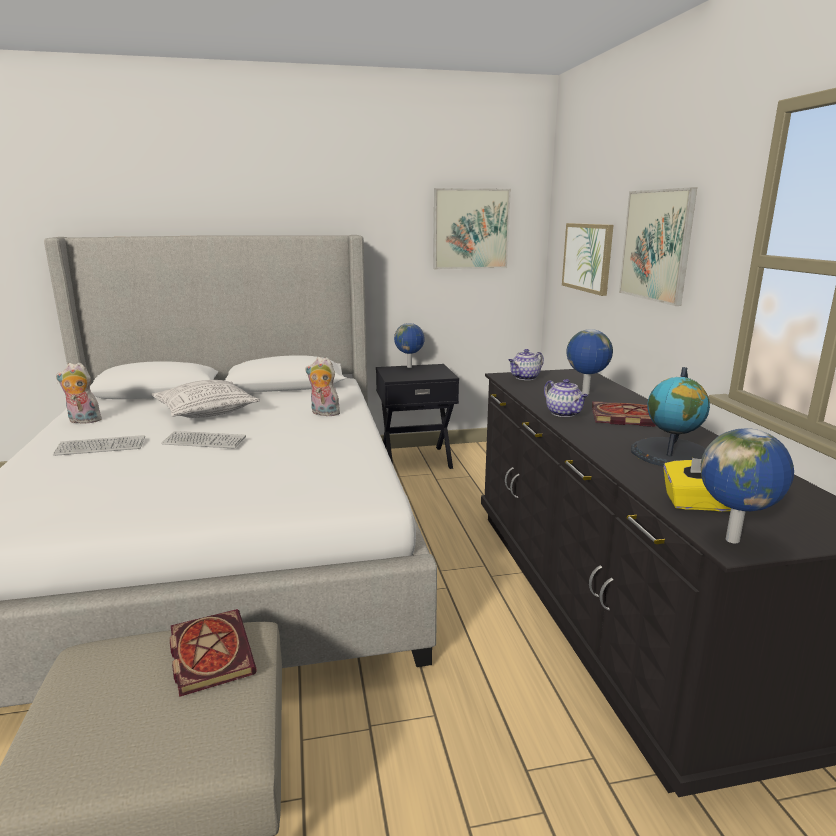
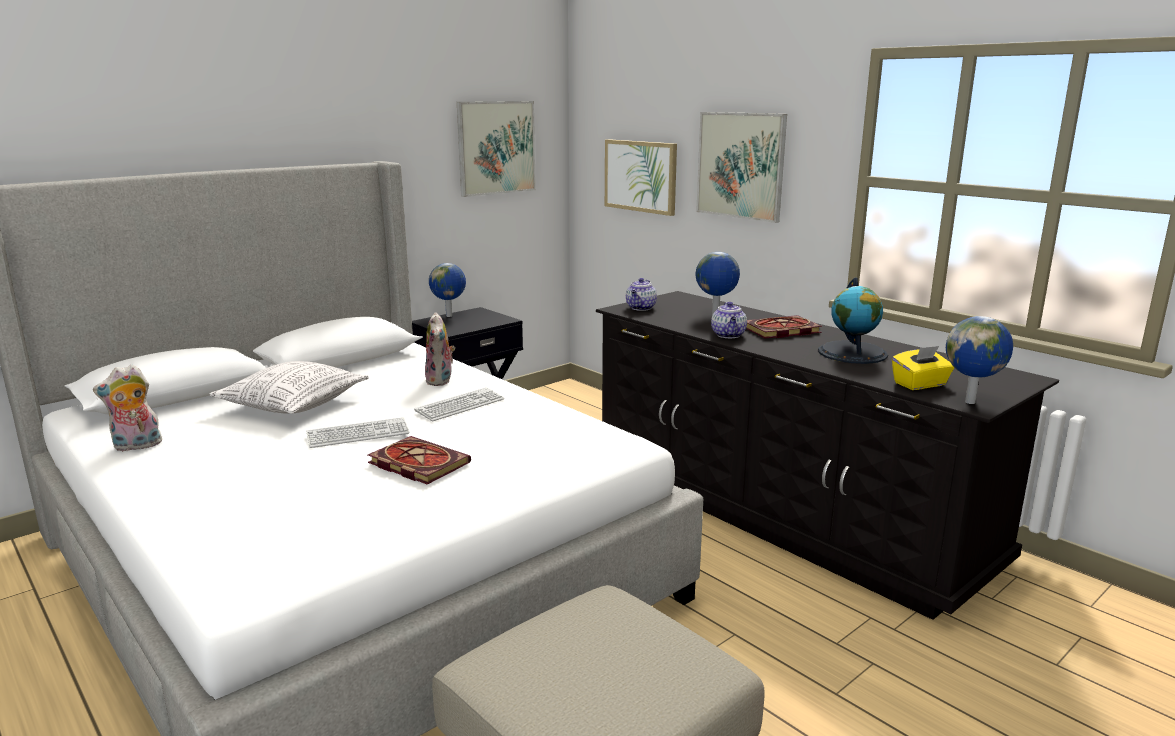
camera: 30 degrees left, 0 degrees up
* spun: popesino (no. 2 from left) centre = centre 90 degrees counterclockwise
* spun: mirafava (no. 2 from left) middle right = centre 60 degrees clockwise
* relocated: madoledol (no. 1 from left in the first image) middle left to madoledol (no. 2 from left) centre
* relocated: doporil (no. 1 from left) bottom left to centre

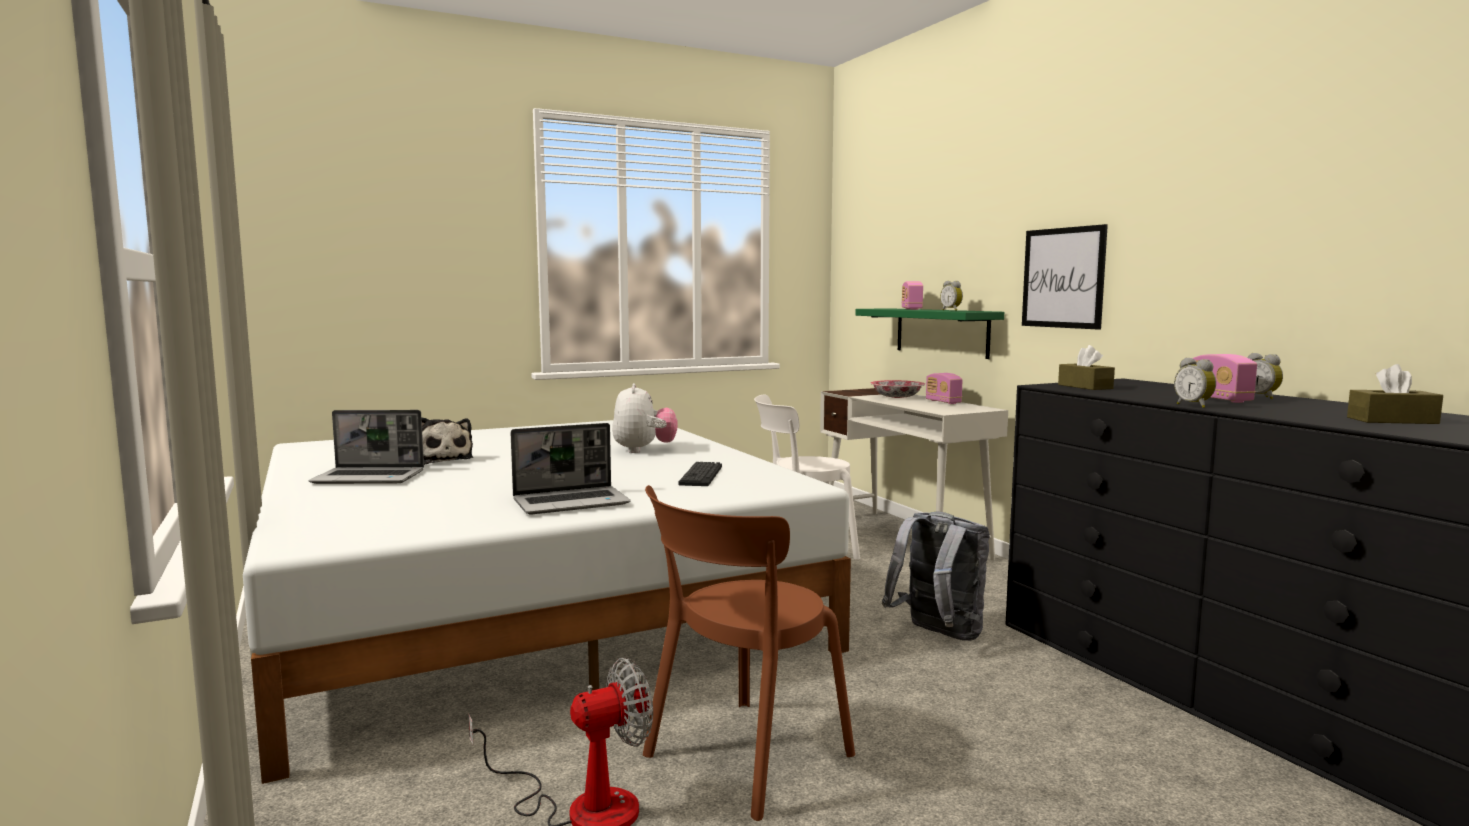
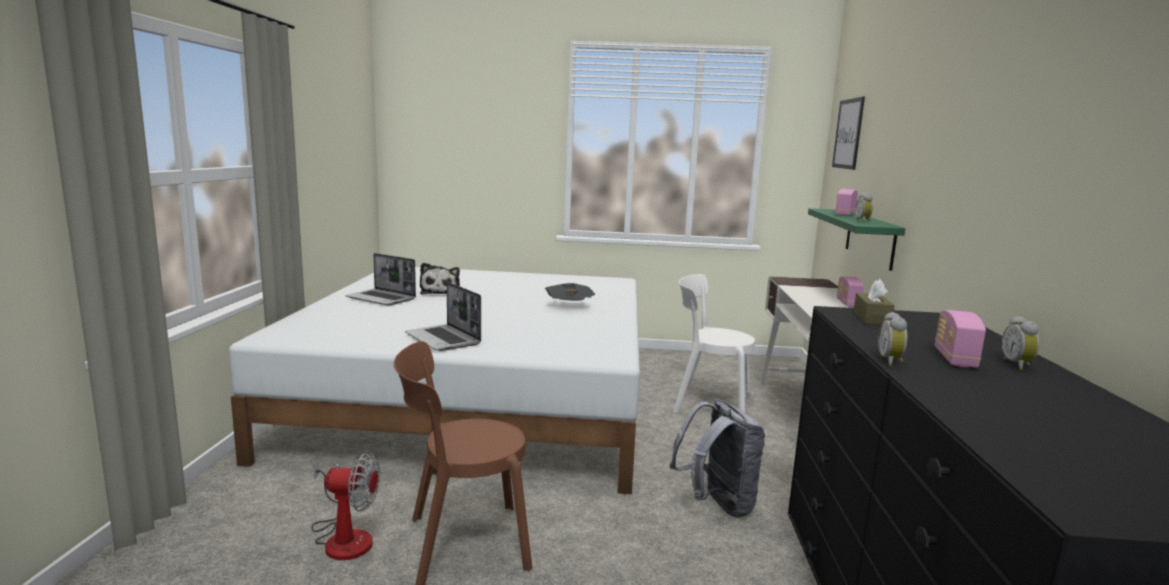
camera: 30 degrees right, 5 degrees up
* relocated: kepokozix middle right to top right
* missing: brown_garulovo (no. 2 from left) middle right
* missing: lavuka centre
* exchanged: popesino (no. 2 from left) centre to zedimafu centre
* spun: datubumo (no. 2 from left) centre = centre 45 degrees clockwise
* missing: madoledol centre

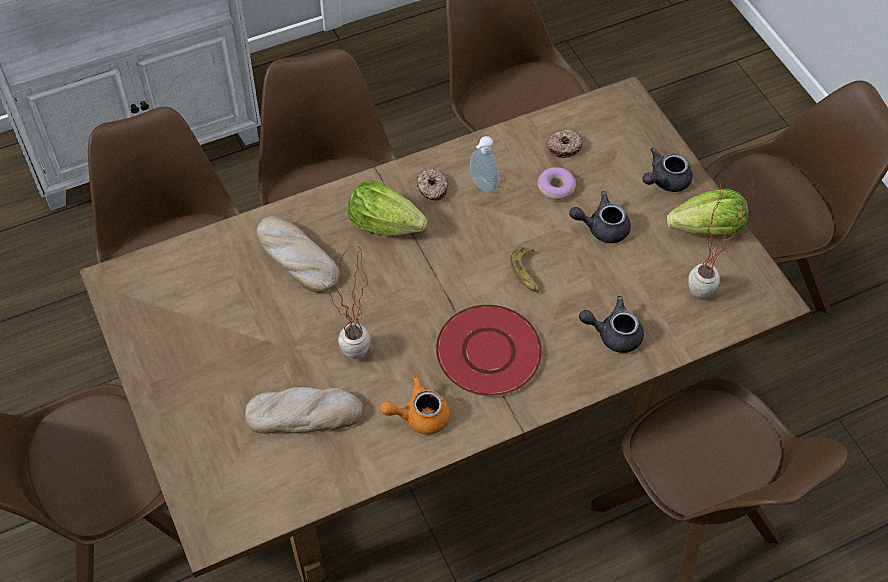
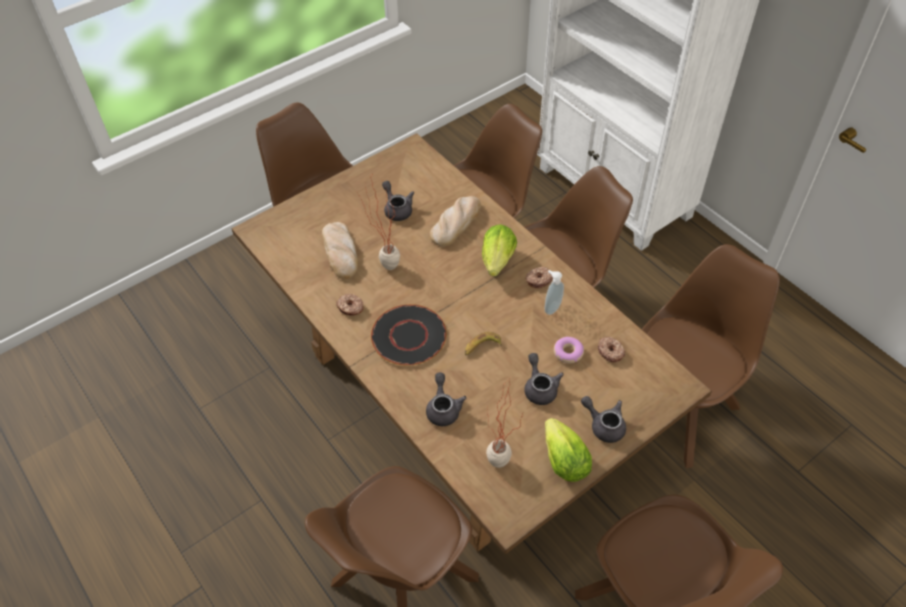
camera: 80 degrees right, 5 degrees down
* colour: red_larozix centre to black_larozix centre
* exchanged: orange_mirafava bottom centre to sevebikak (no. 1 from left) centre
* appeared: grey_mirafava (no. 1 from left) top centre

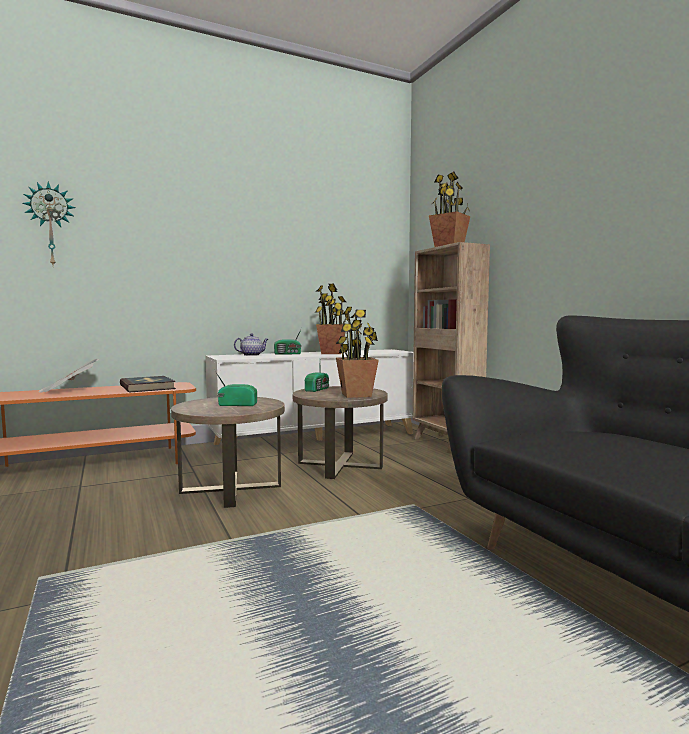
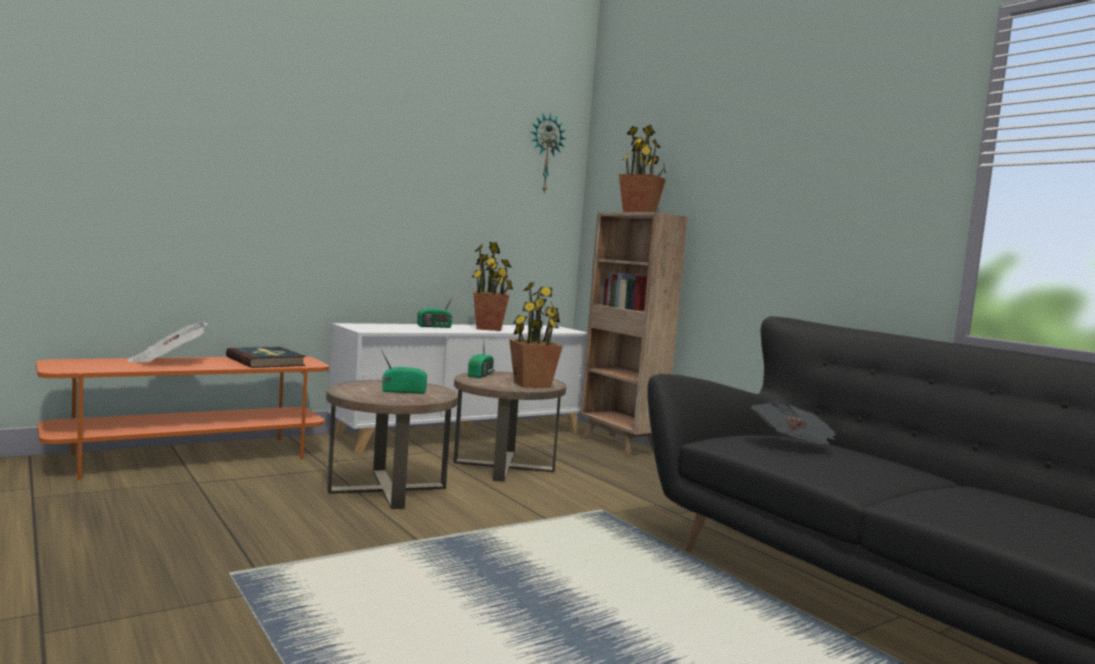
camera: 10 degrees left, 0 degrees up
* relocated: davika top left to top centre
* missing: mirafava centre
* appeared: zedimafu (no. 2 from left) middle right

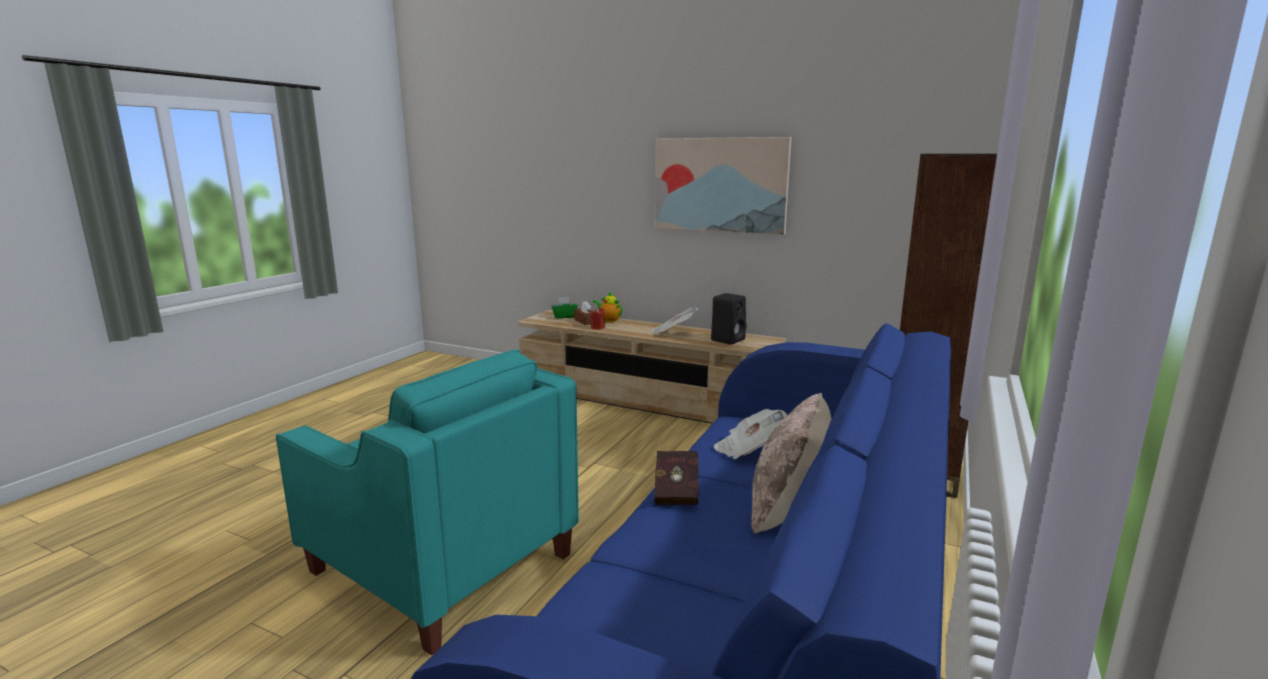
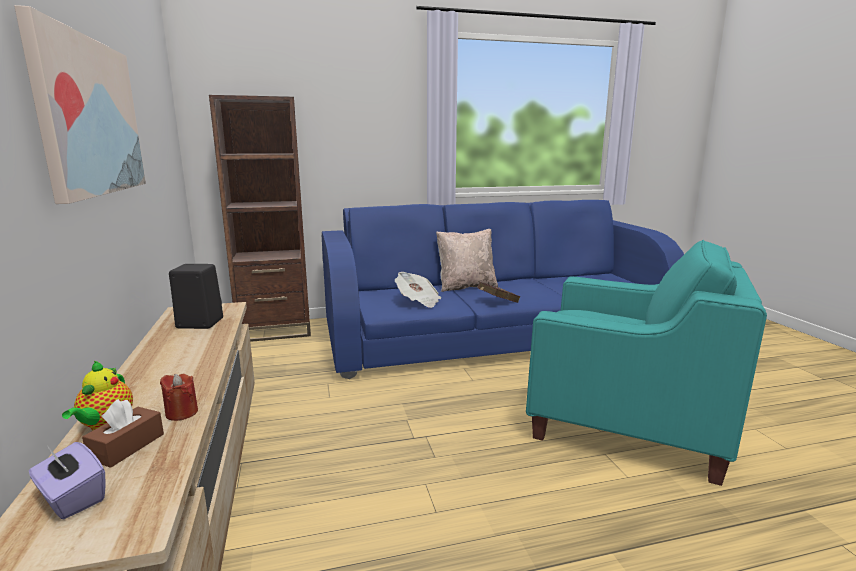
camera: 130 degrees left, 0 degrees up
* colour: green_garulovo centre to purple_garulovo bottom left
* missing: zedimafu (no. 1 from left) centre
* spun: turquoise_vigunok bottom centre = middle right 120 degrees clockwise

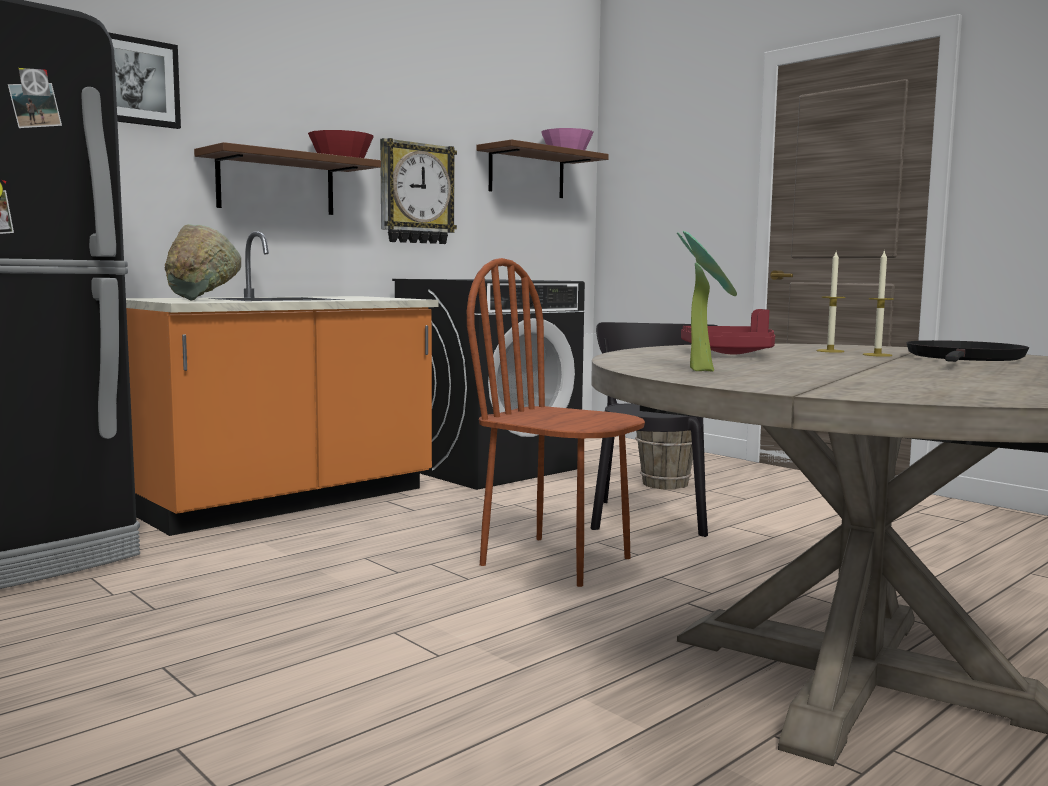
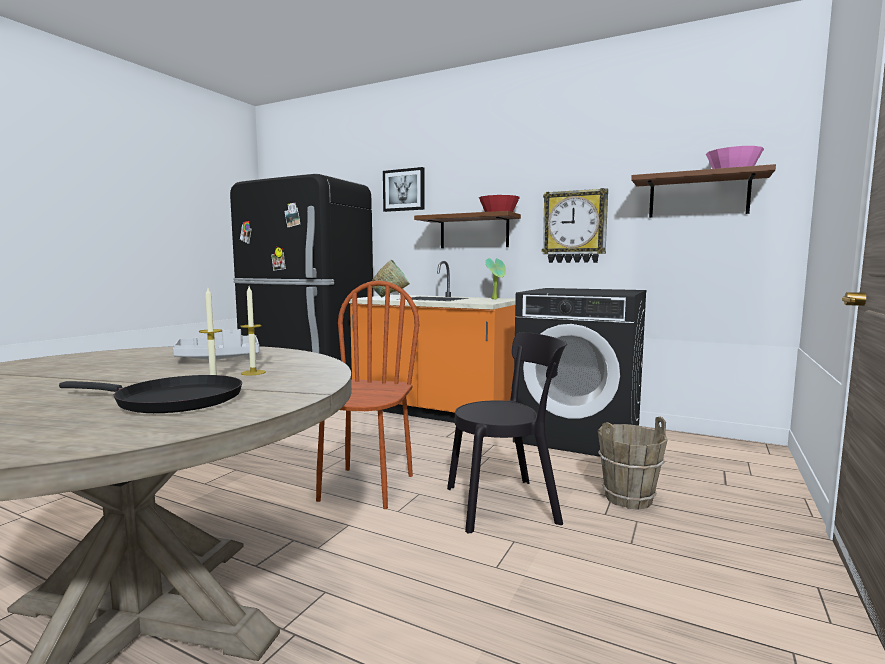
camera: 70 degrees right, 0 degrees up
* relocated: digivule middle right to centre
* colour: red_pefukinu middle right to grey_pefukinu middle left

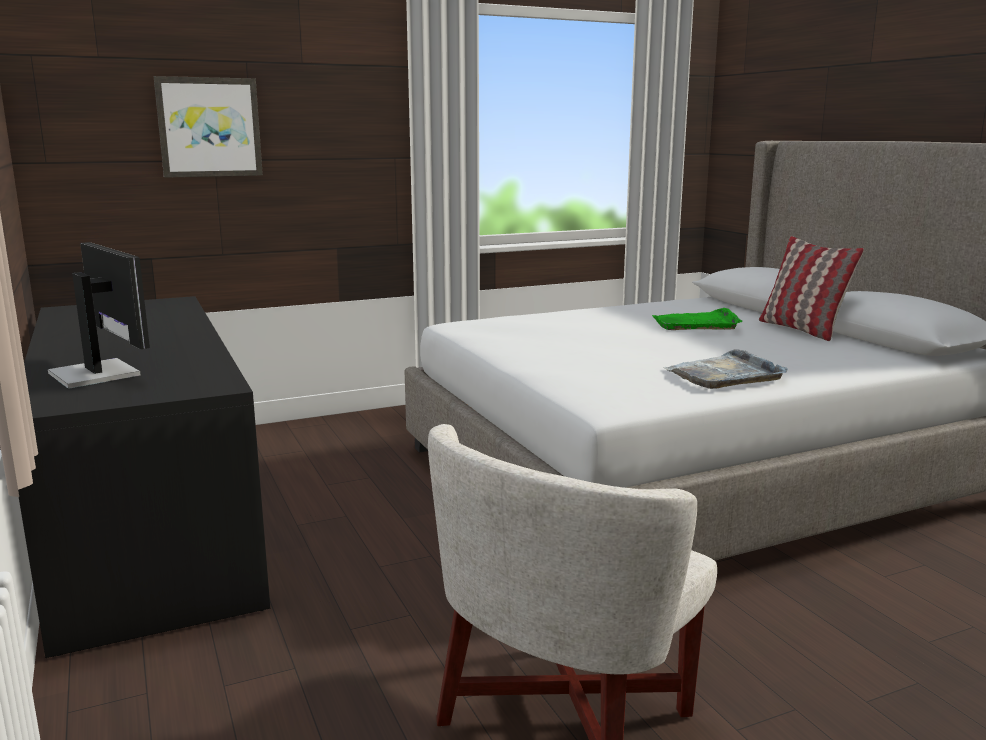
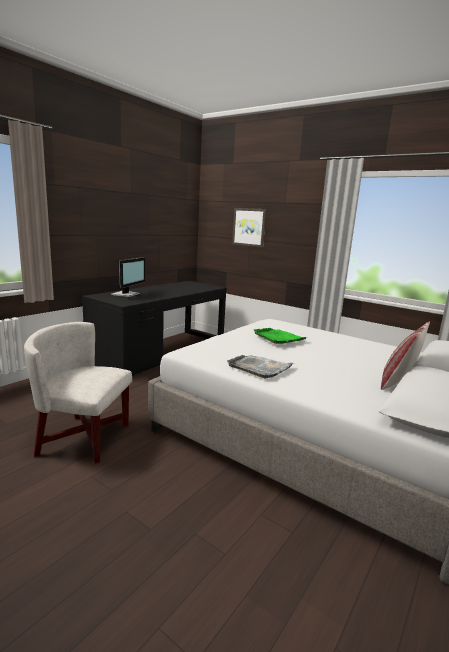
camera: 60 degrees right, 0 degrees up
* relocated: green_pefukinu middle right to centre

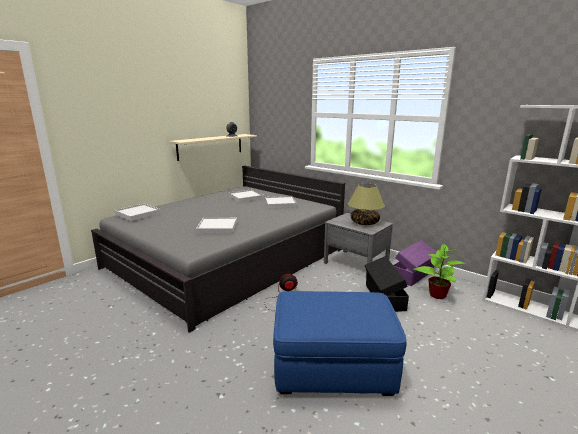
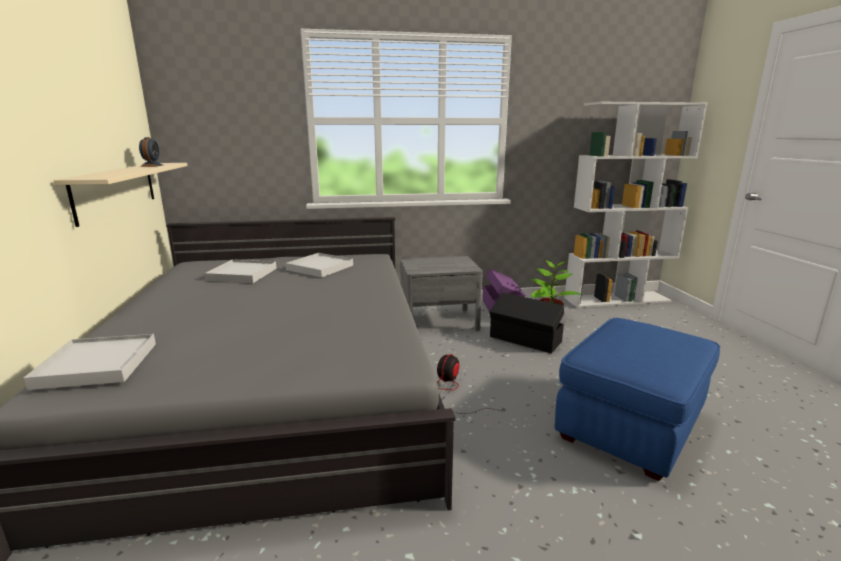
camera: 50 degrees left, 0 degrees up
* missing: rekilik centre
* missing: white_pefukinu (no. 2 from left) centre

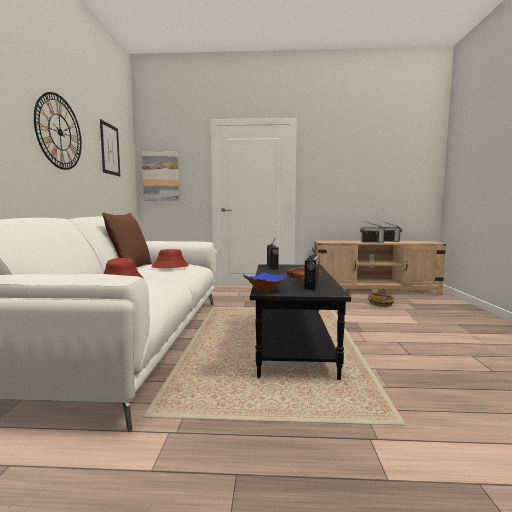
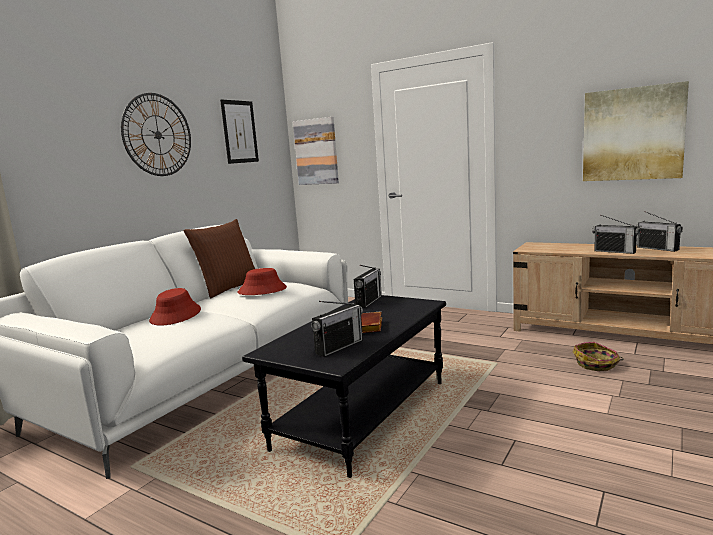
camera: 30 degrees right, 5 degrees up
* missing: blue_lavuka centre
* appeared: kepokozix (no. 3 from left) top right

